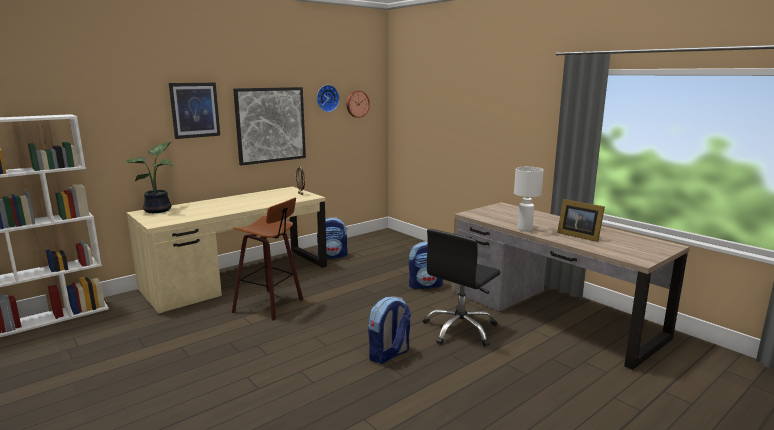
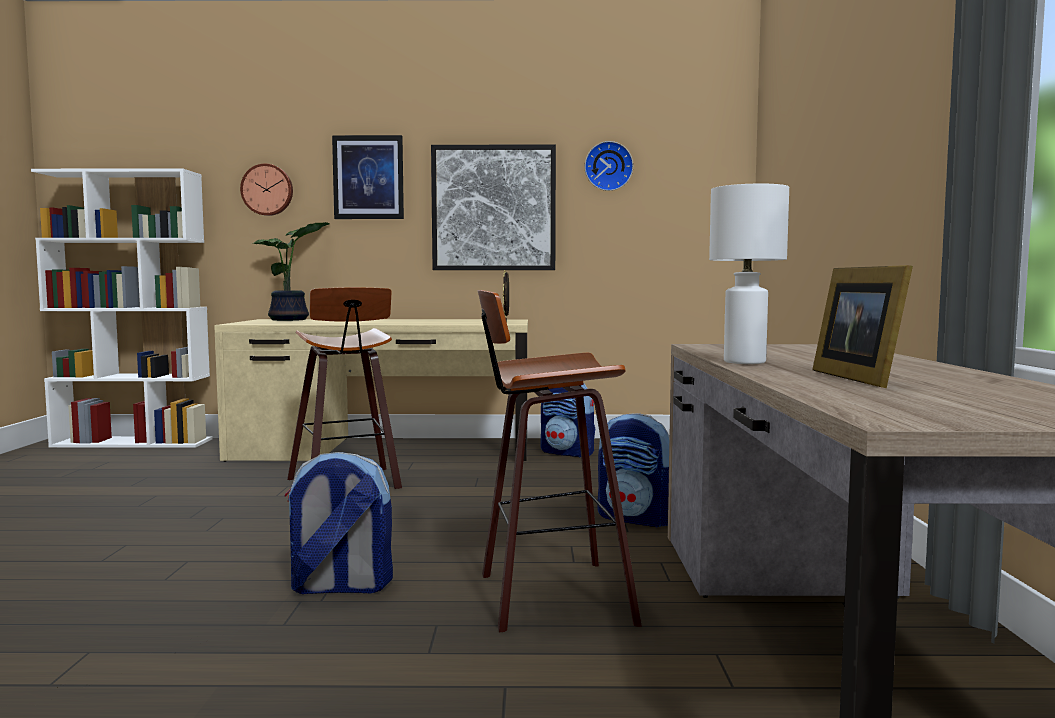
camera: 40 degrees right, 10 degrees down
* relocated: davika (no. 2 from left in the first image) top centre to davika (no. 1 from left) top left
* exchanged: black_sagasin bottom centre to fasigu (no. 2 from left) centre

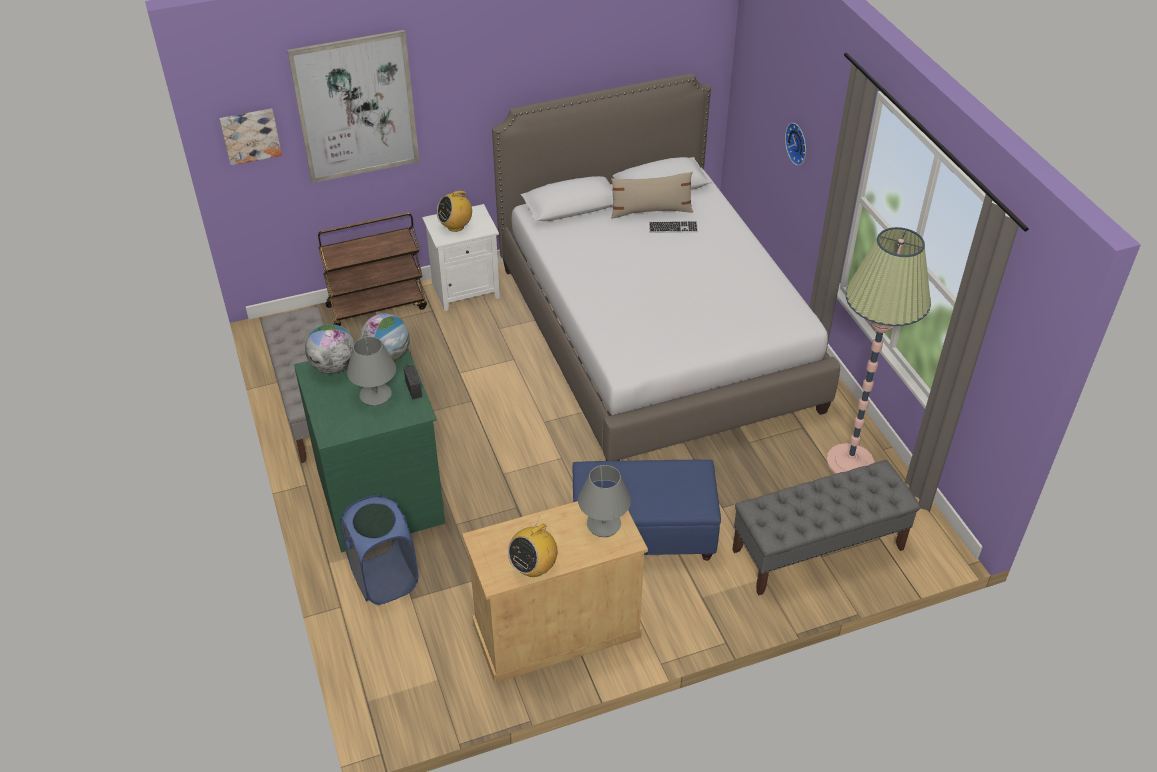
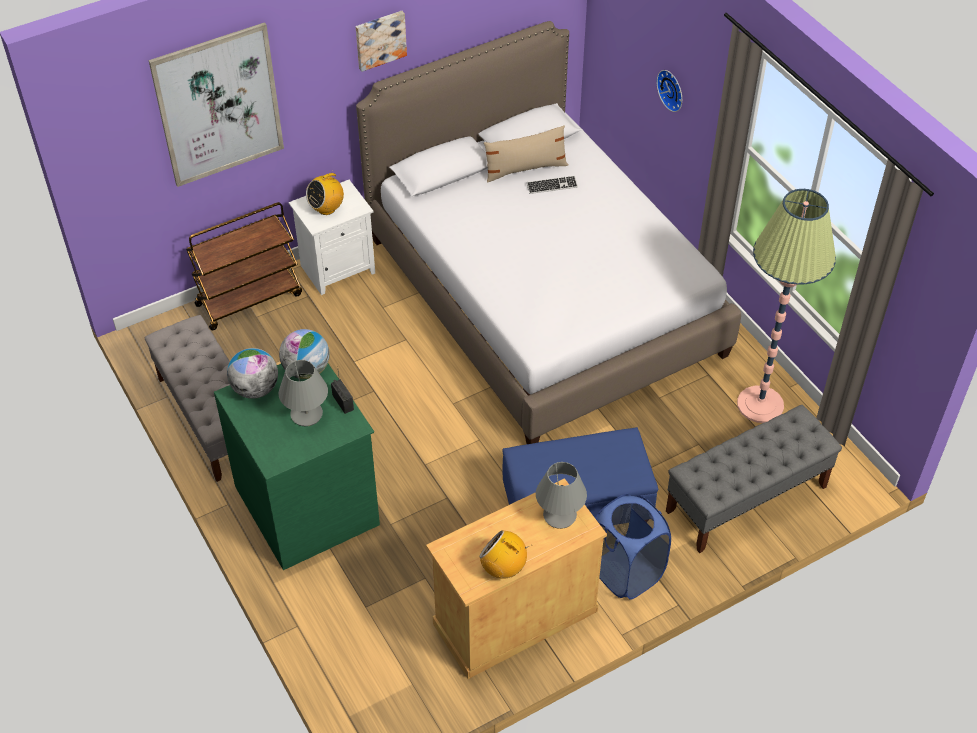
camera: 10 degrees left, 5 degrees up
* relocated: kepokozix (no. 1 from left in the first image) top left to kepokozix (no. 2 from left) top centre
* relocated: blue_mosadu bottom left to bottom centre
* spun: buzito (no. 3 from left) bottom centre = bottom centre 90 degrees clockwise

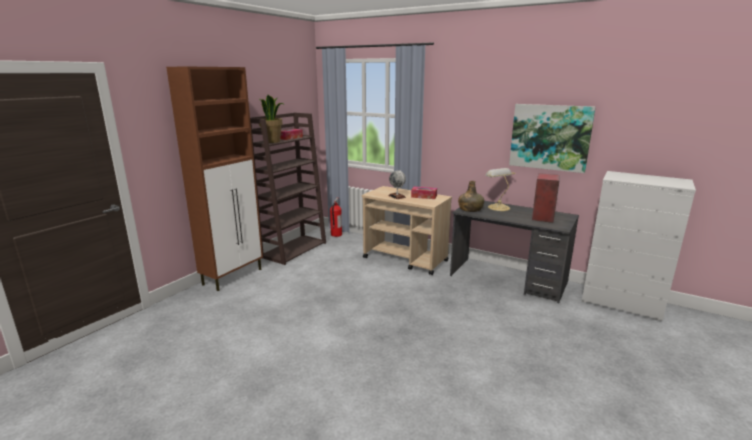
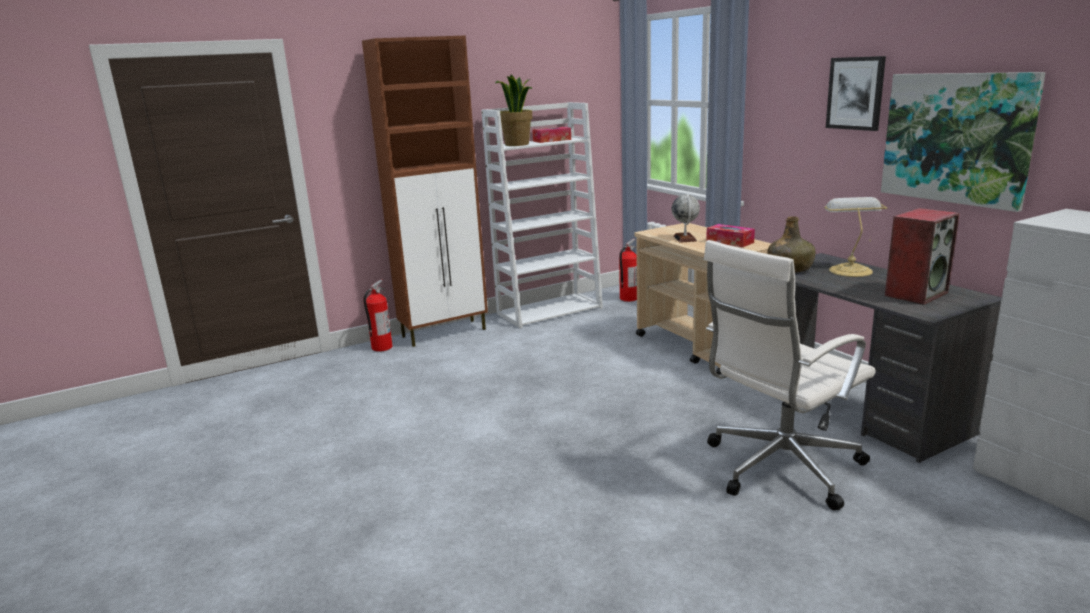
camera: 30 degrees right, 0 degrees up
* colour: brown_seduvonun centre to white_seduvonun centre
* appeared: kepokozix (no. 1 from left) top right
* appeared: white_sagasin middle right
* appeared: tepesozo (no. 1 from left) centre

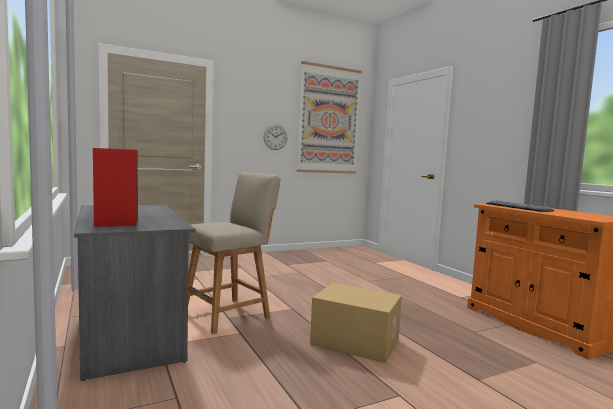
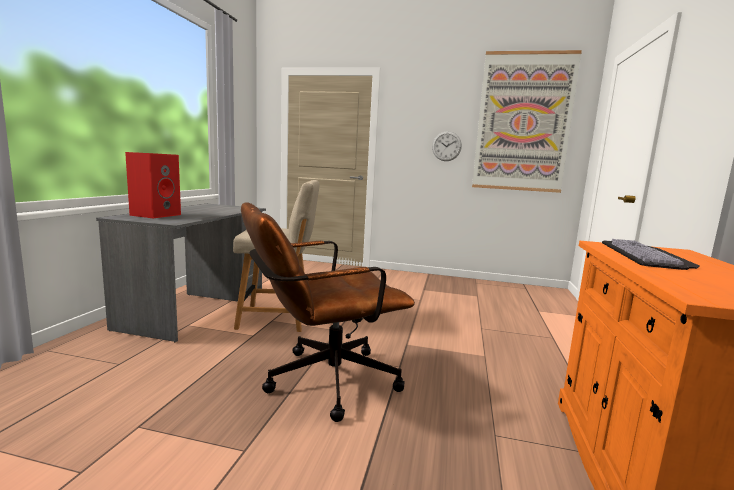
camera: 40 degrees right, 5 degrees up
* exchanged: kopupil bottom centre to brown_sagasin centre

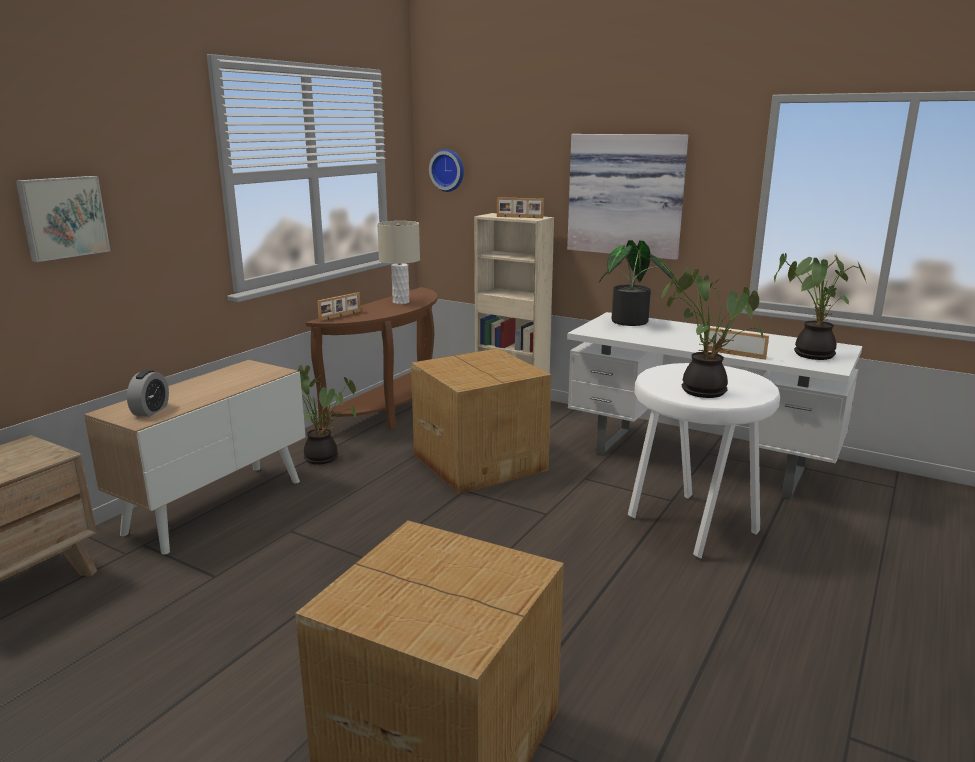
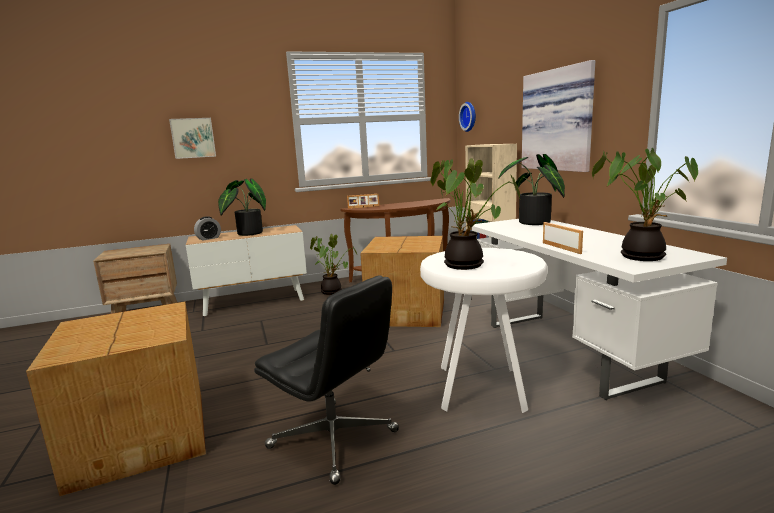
camera: 40 degrees right, 5 degrees down
* missing: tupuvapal (no. 2 from left) top centre
* missing: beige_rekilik centre
* appeared: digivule (no. 1 from left) middle left
* appeared: black_sagasin bottom centre

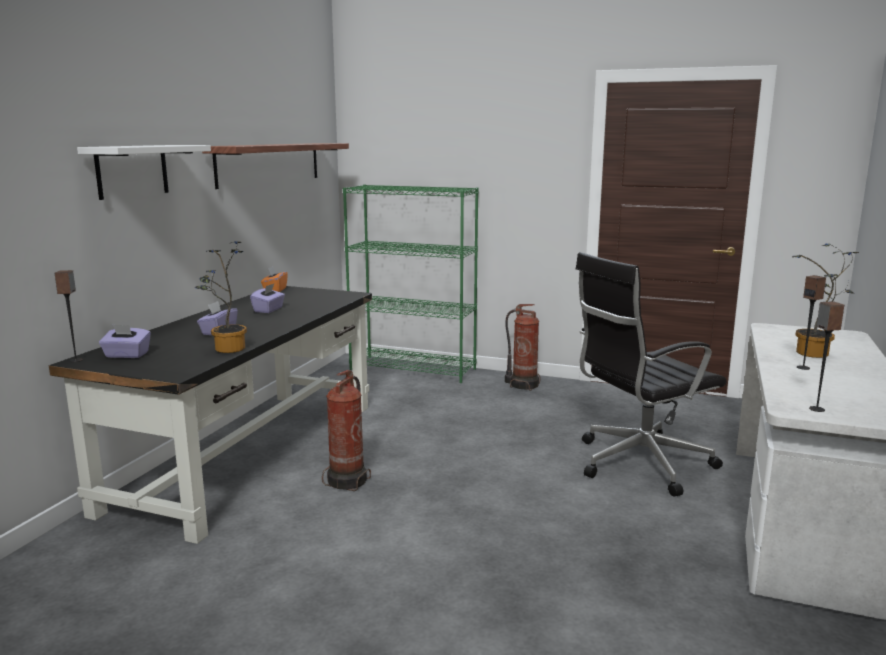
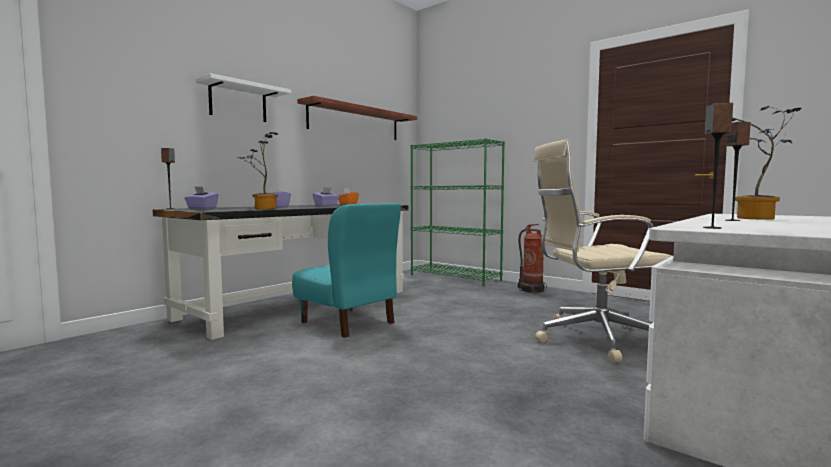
camera: 20 degrees right, 10 degrees down
* colour: black_sagasin middle right to beige_sagasin middle right
* exchanged: tepesozo (no. 1 from left) centre to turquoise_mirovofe centre

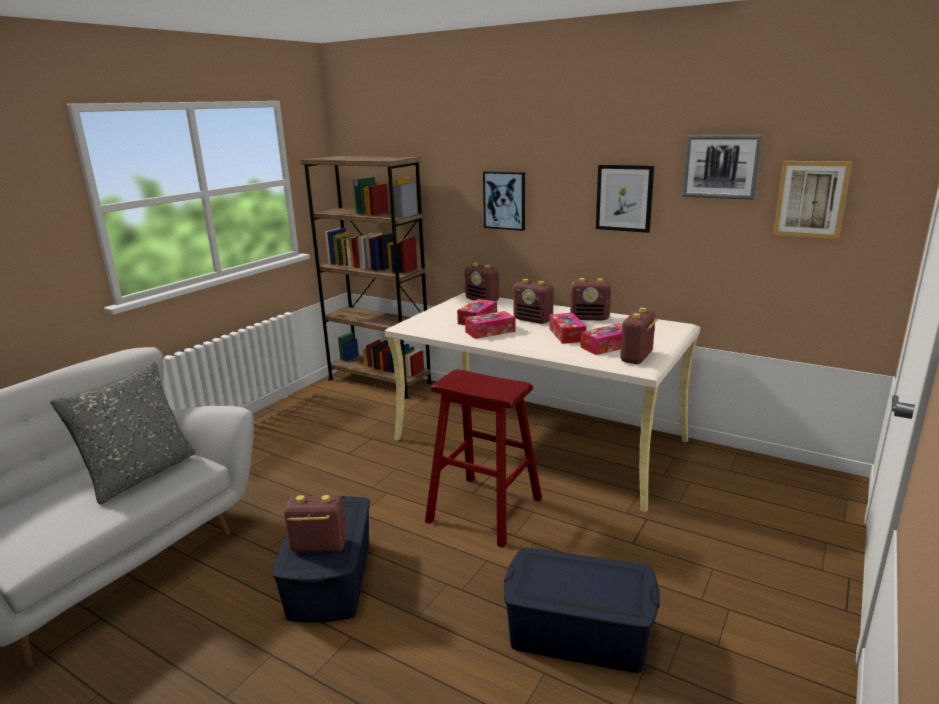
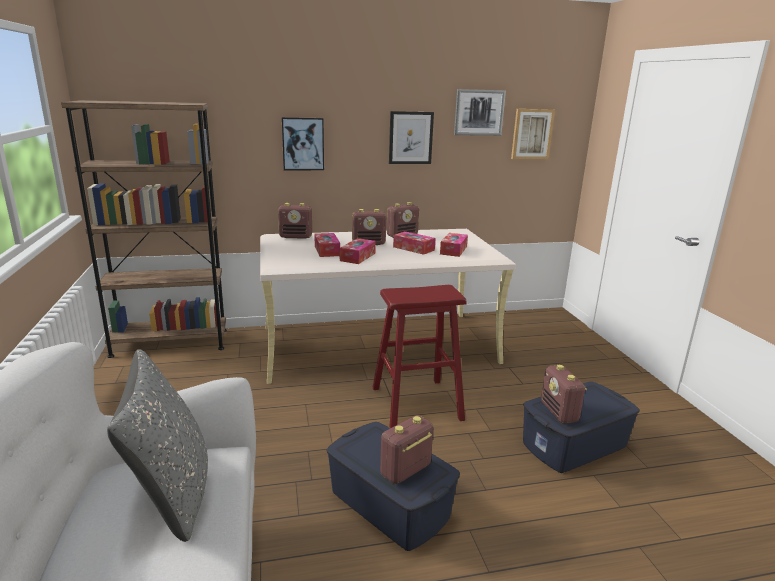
camera: 45 degrees left, 0 degrees up
* relocated: buzito (no. 5 from left) middle right to bottom right

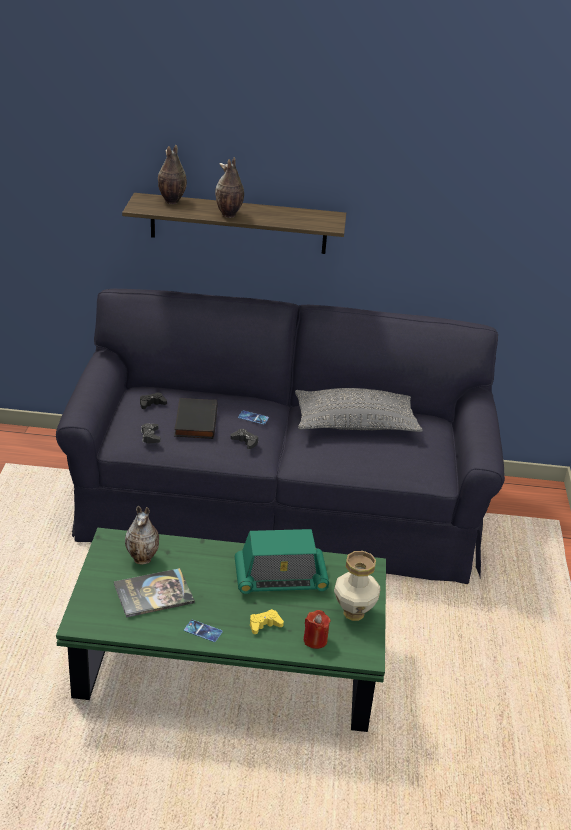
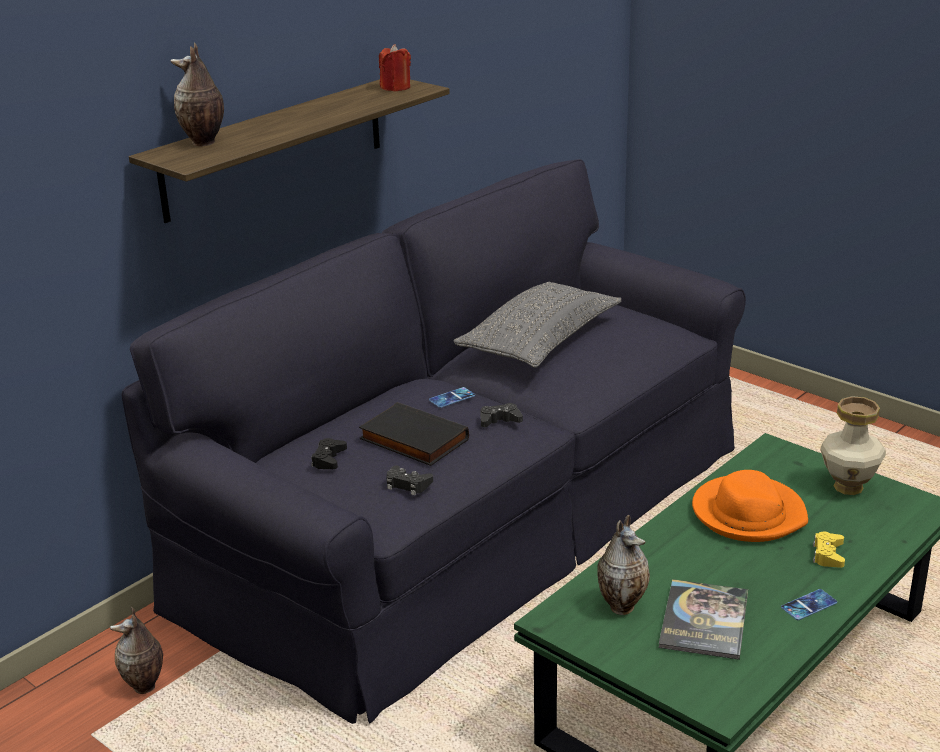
camera: 50 degrees left, 5 degrees down
* relocated: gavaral (no. 3 from left in the first image) top centre to gavaral (no. 1 from left) bottom left
* exchanged: buzito bottom centre to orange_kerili bottom right
* relocated: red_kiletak bottom centre to top centre

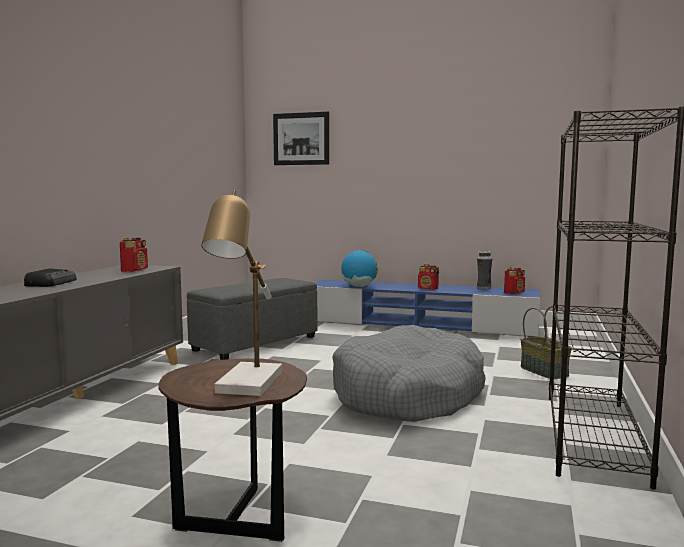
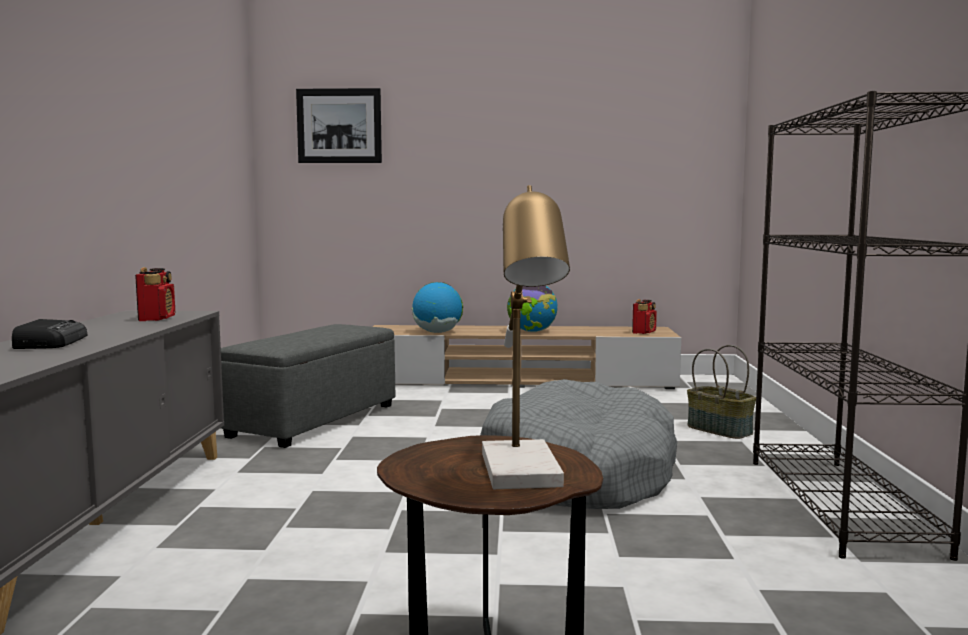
camera: 15 degrees left, 0 degrees up
* missing: gavaral middle right
* exchanged: buzito (no. 3 from left) centre to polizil (no. 2 from left) centre
* colour: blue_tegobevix centre to beige_tegobevix centre

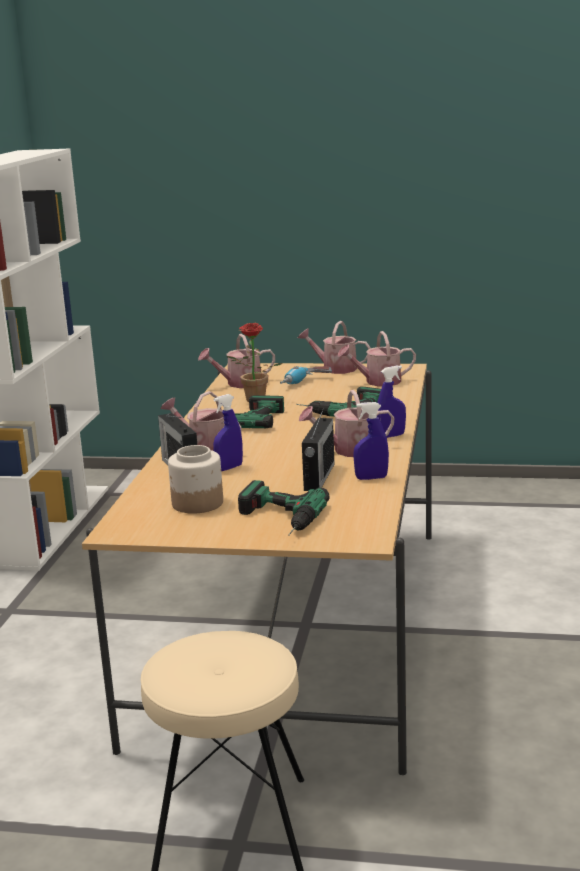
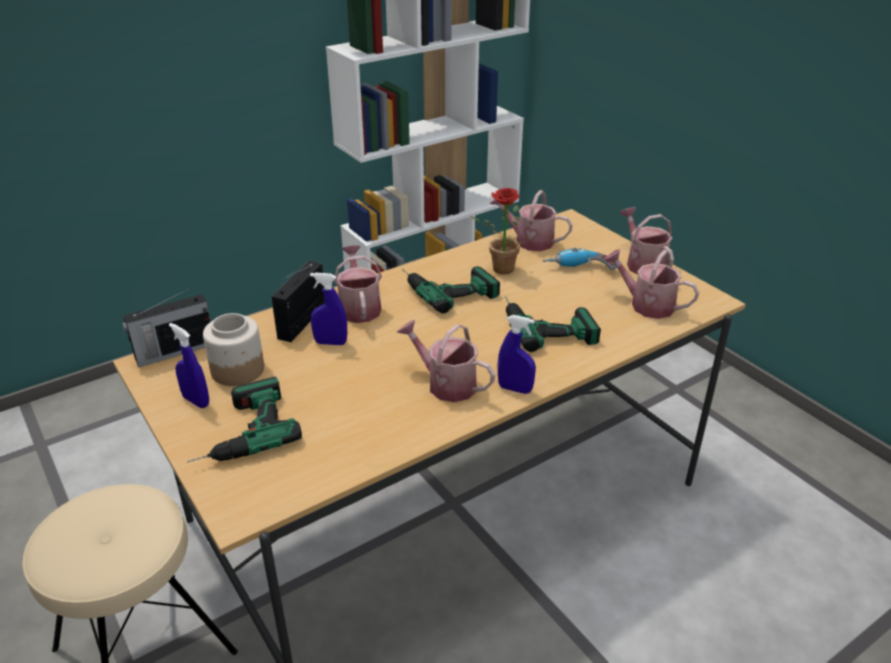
camera: 45 degrees right, 15 degrees up
* relocated: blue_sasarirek (no. 2 from left in the first image) centre to blue_sasarirek (no. 1 from left) middle left
* relocated: buzito (no. 2 from left in the first image) centre to buzito (no. 1 from left) middle left

